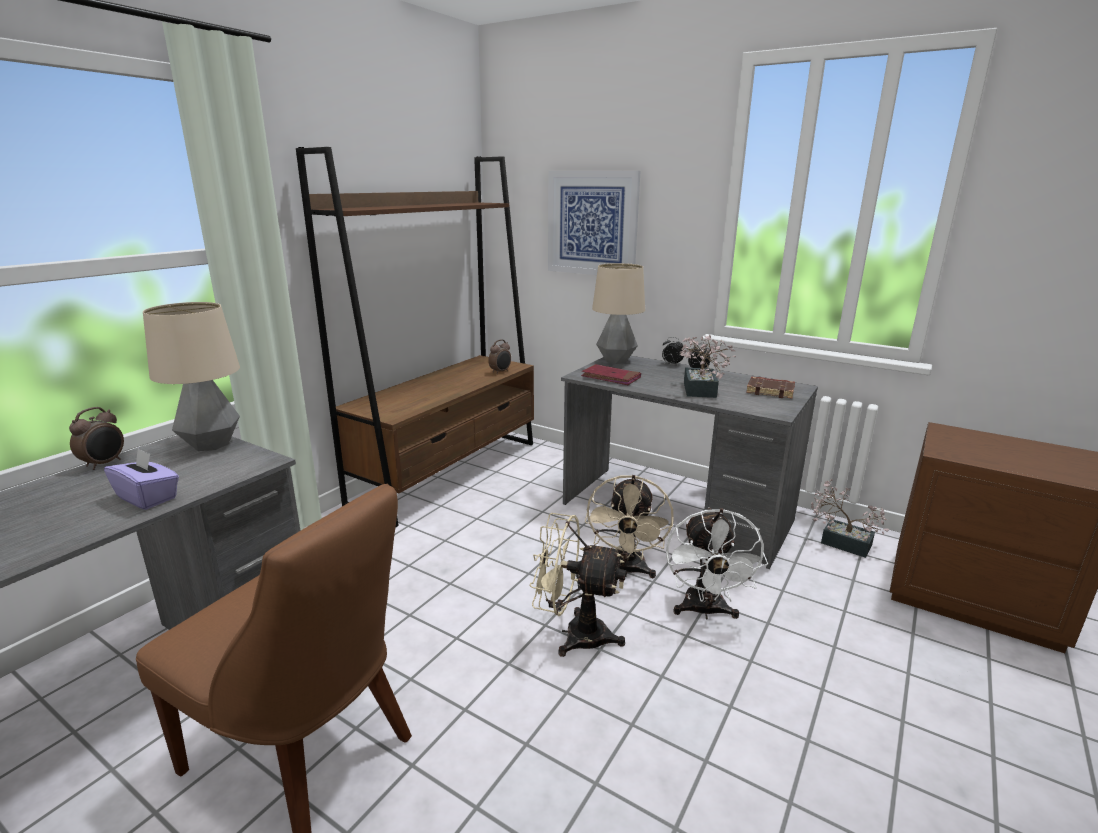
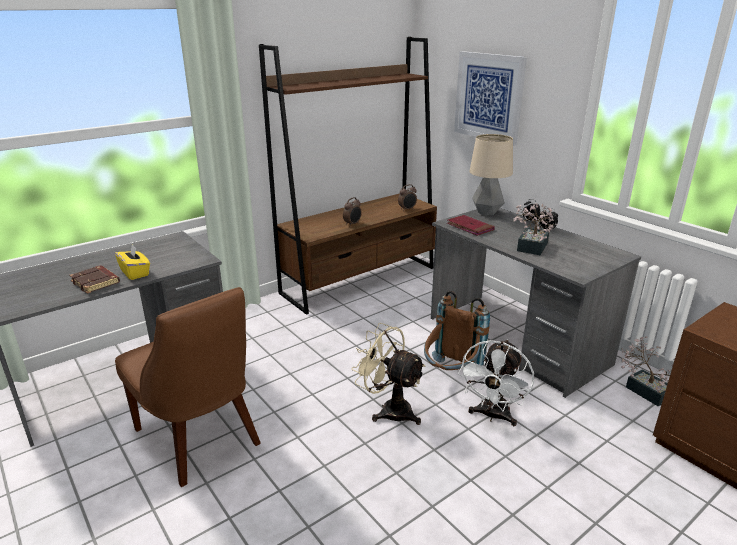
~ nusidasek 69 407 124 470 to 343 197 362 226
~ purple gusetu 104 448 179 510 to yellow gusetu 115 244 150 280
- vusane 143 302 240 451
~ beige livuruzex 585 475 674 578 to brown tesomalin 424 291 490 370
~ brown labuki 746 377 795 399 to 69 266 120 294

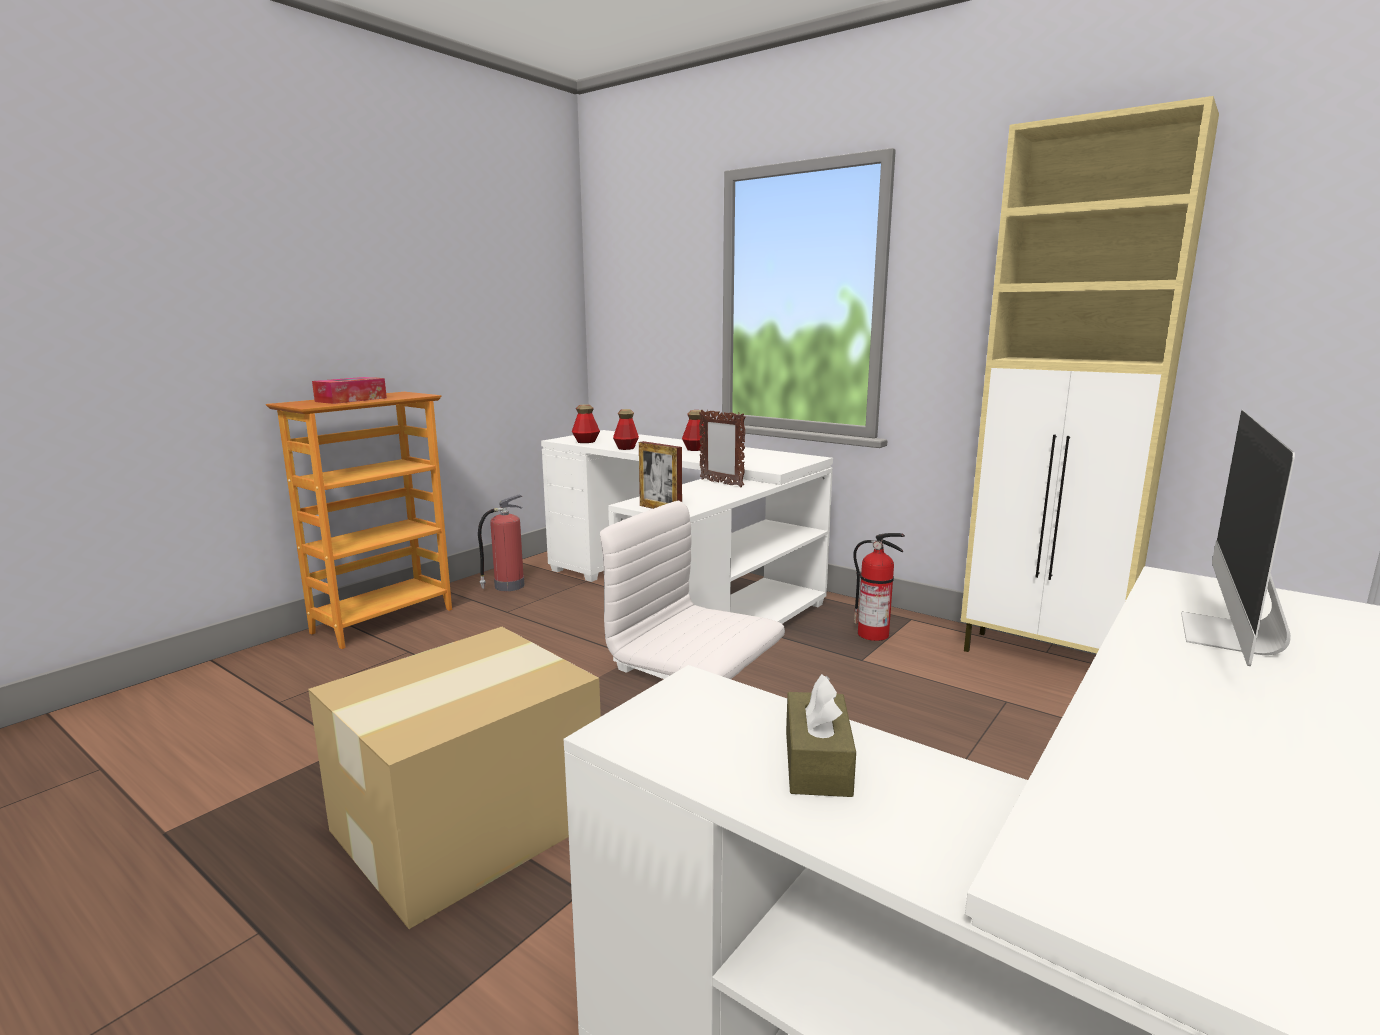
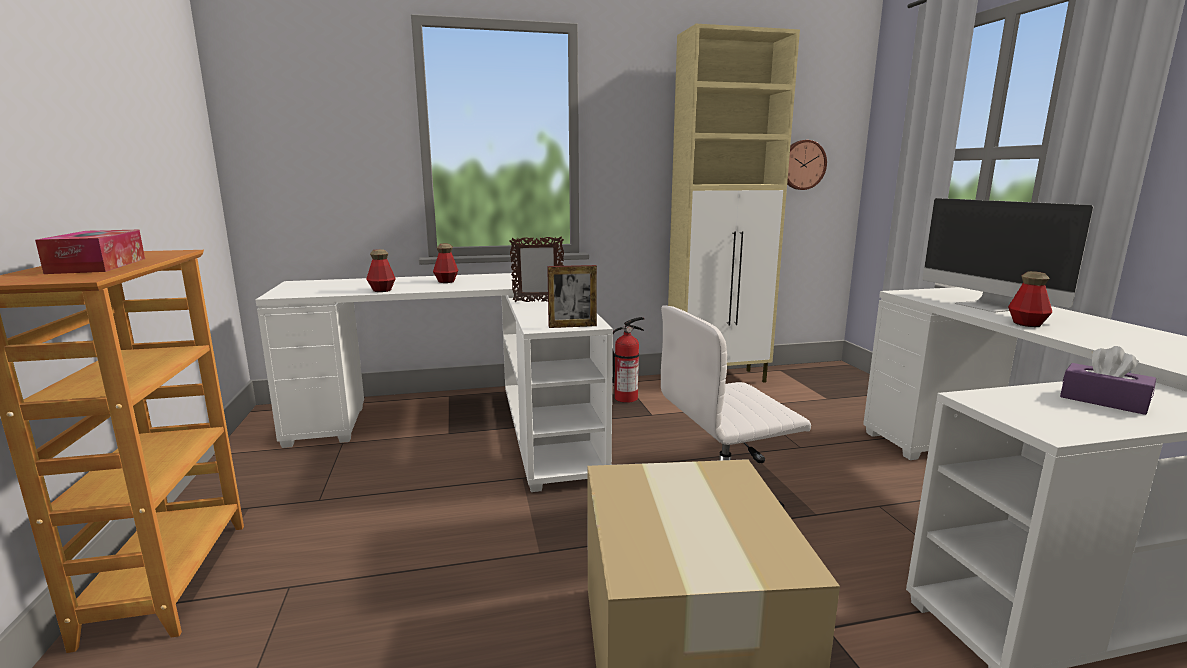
- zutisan 478 495 524 591
~ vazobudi 572 405 600 443 to 1008 271 1052 327
~ brown gusetu 786 674 856 797 to purple gusetu 1060 346 1156 415
+ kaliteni 787 140 827 190

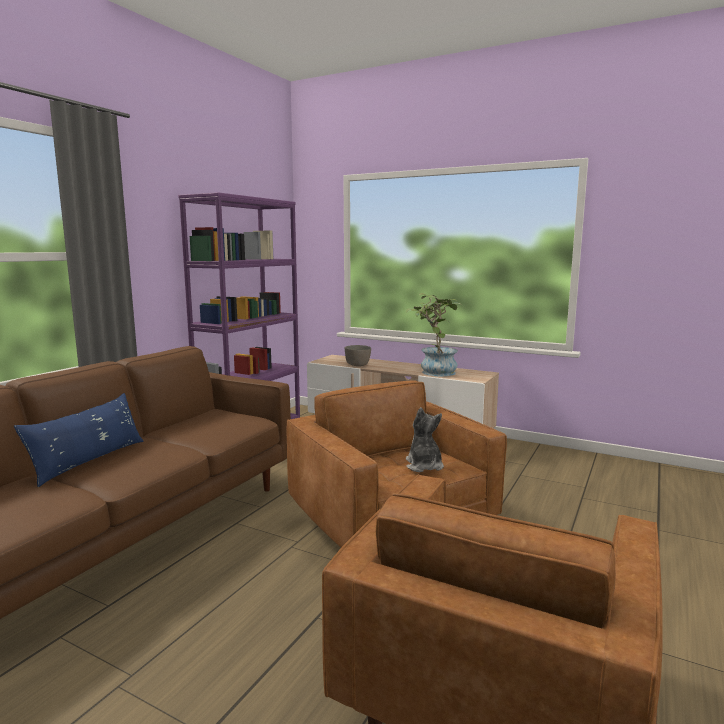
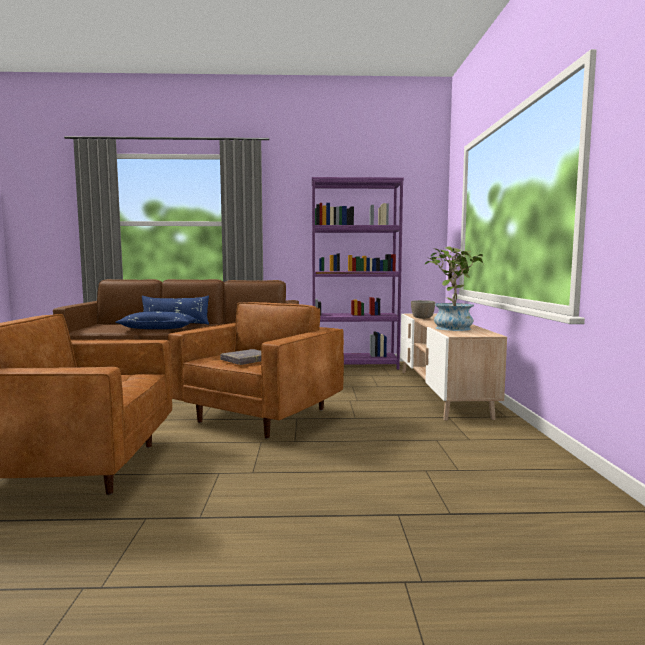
~ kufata 406 407 444 472 to grey labuki 220 349 261 365
+ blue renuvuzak 115 312 196 329

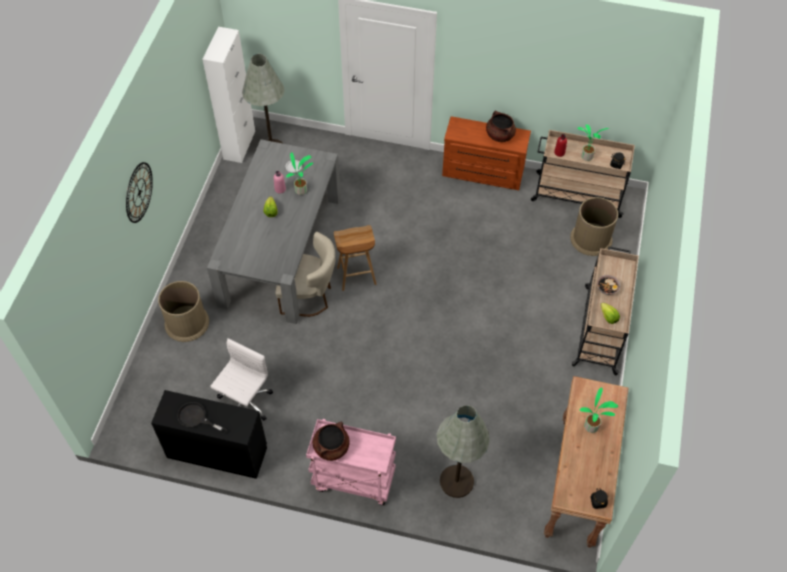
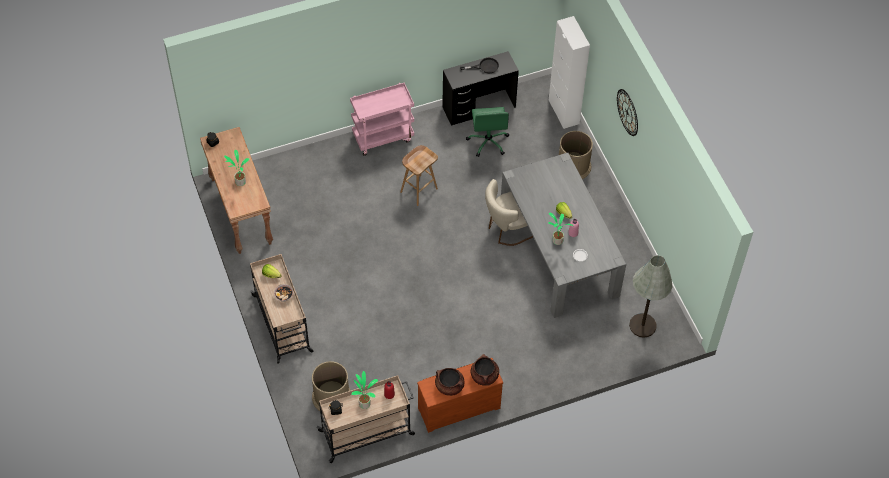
~ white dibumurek 202 27 255 163 to 549 16 590 129
~ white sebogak 210 338 273 421 to green sebogak 466 107 509 157
~ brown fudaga 313 422 350 461 to 471 354 499 386
~ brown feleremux 334 225 377 291 to 400 145 438 206
- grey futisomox 437 405 490 498

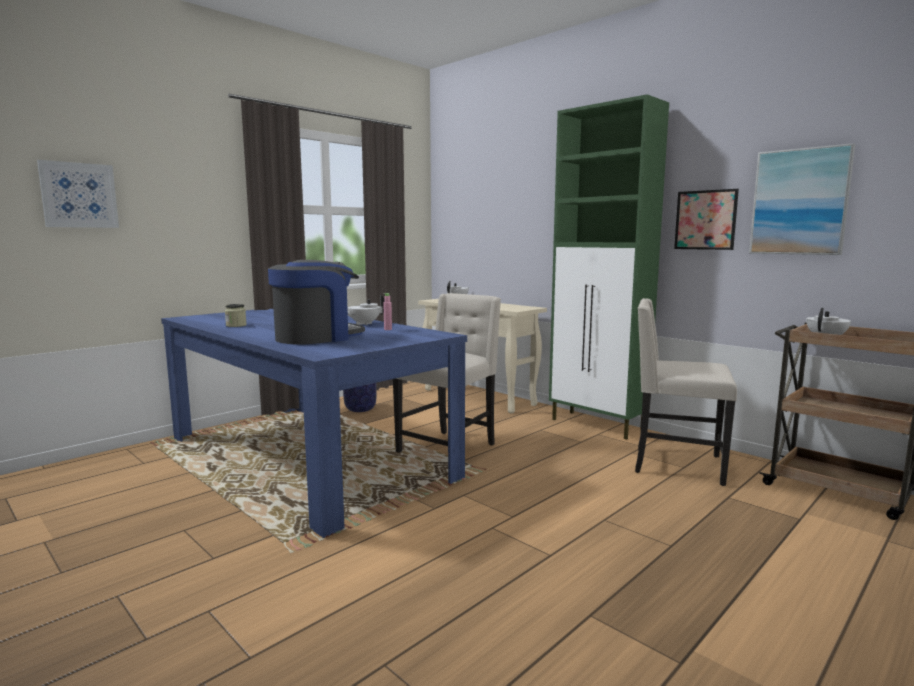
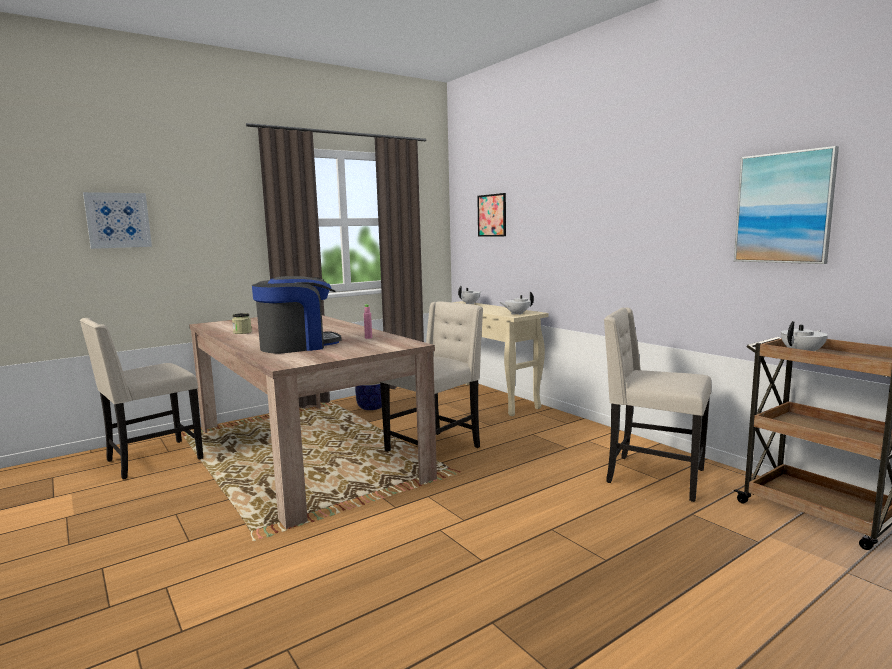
~ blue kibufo 161 309 467 538 to beige kibufo 189 315 437 529
~ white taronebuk 348 295 385 325 to 500 292 534 315
- green dibumurek 549 94 669 440
~ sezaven 674 189 739 250 to 477 193 506 237
+ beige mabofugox 80 318 203 480

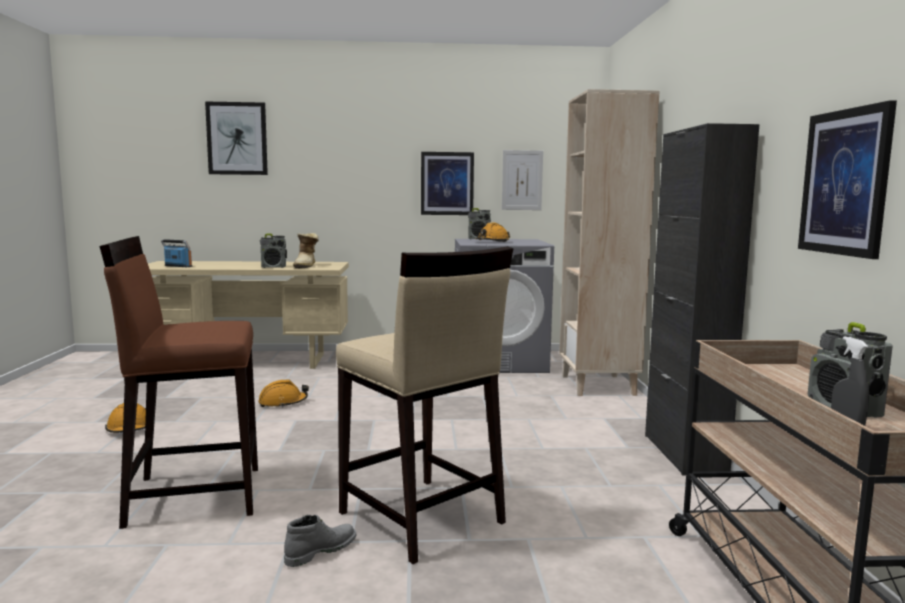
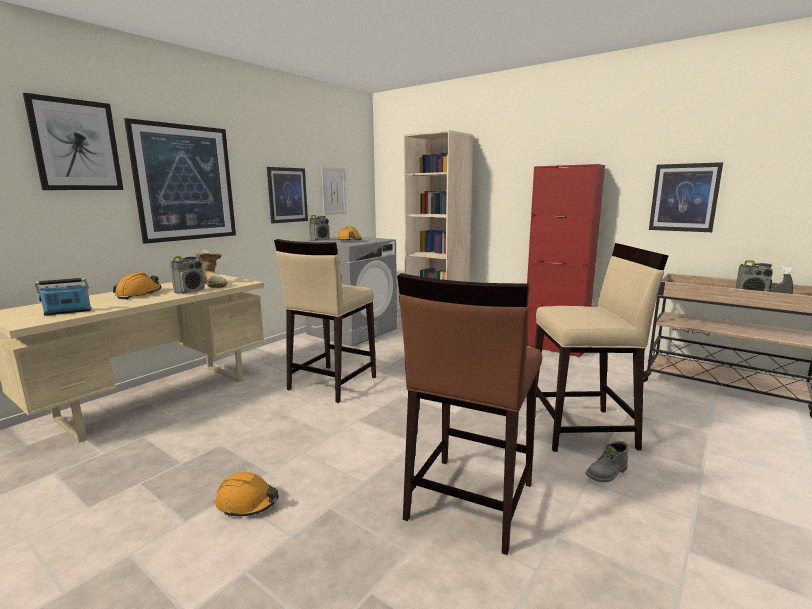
~ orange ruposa 258 379 309 408 to 113 272 162 299
~ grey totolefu 284 515 356 567 = 586 441 629 482 120 degrees counterclockwise
~ black dibumurek 645 123 759 476 to red dibumurek 527 164 605 358
+ sezaven 124 118 236 244
+ beige feleremux 274 239 376 403

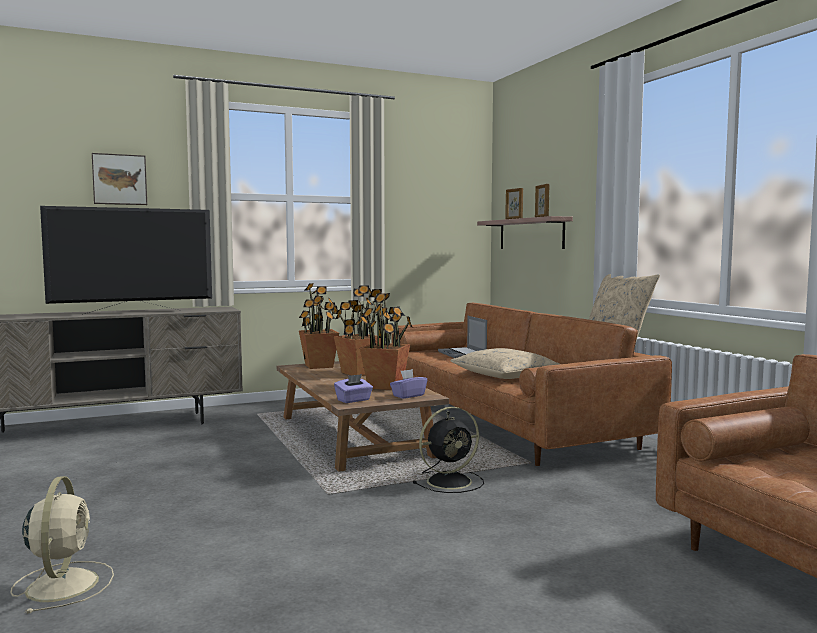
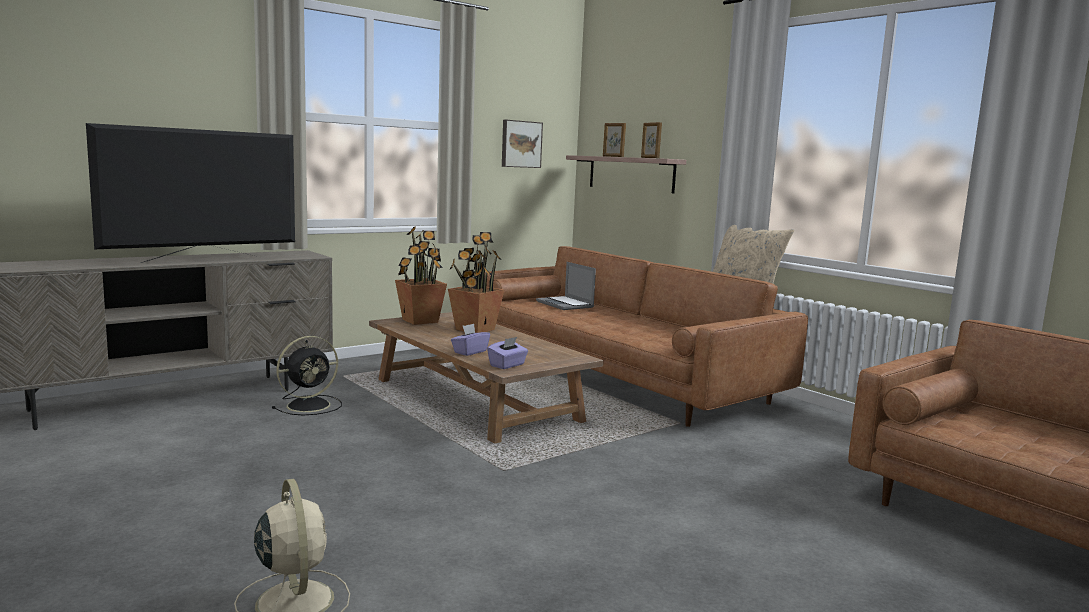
~ sezaven 92 153 147 205 to 502 120 543 168
- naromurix 360 289 412 390
~ purple gusetu 390 369 427 399 to 451 324 490 356
~ black livuruzex 413 407 484 493 to 272 336 342 415
- beige renuvuzak 450 348 560 379

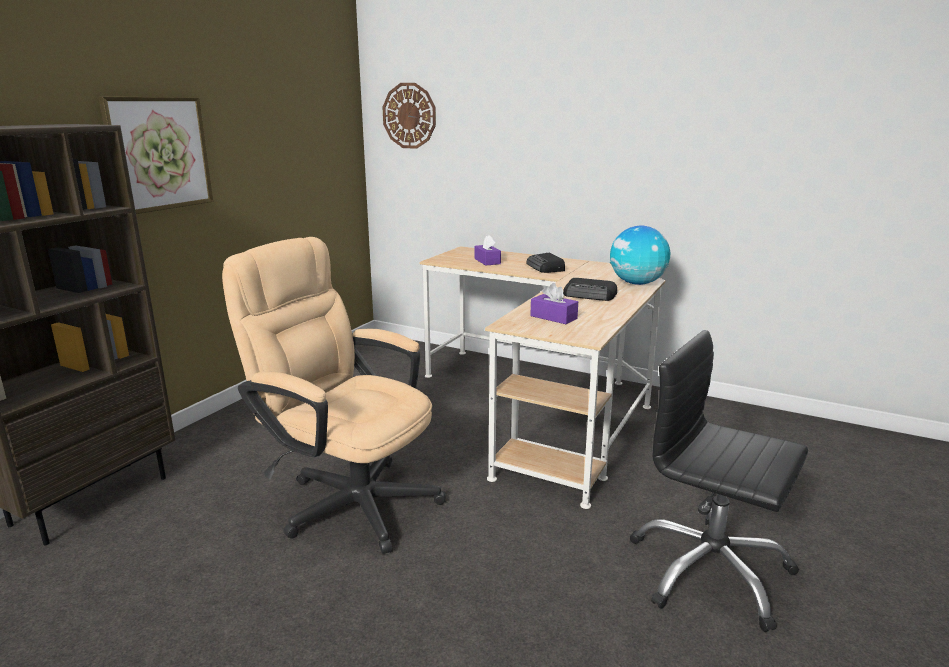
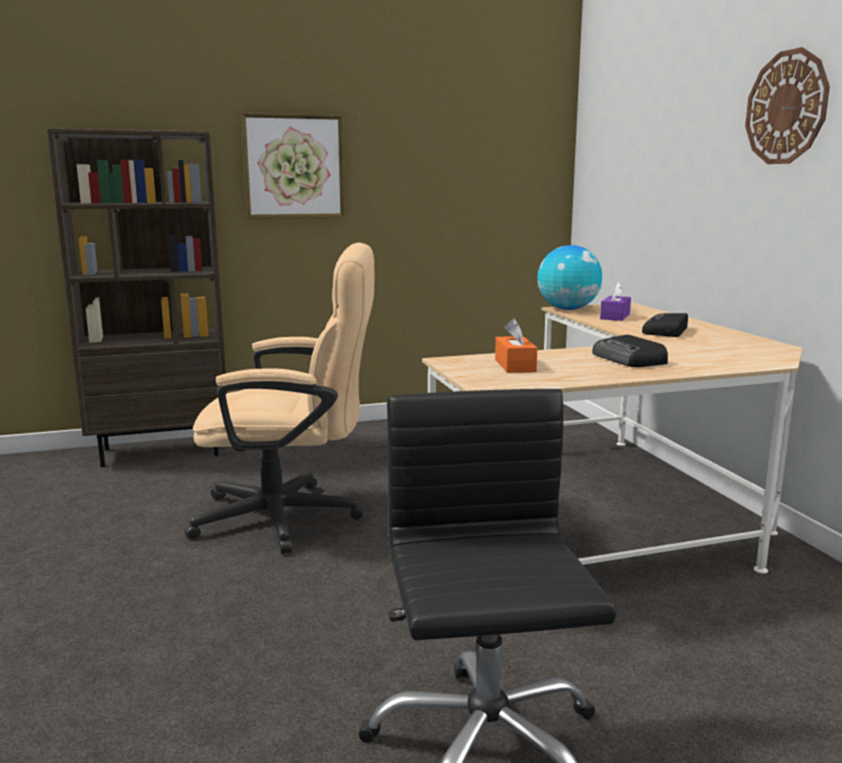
~ beige sebogak 222 237 446 554 = 184 242 374 554 105 degrees clockwise
~ kaliteni 383 83 436 149 to 745 47 830 164
~ purple gusetu 530 283 578 324 to orange gusetu 495 318 538 373
~ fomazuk 610 226 670 285 to 537 245 602 310

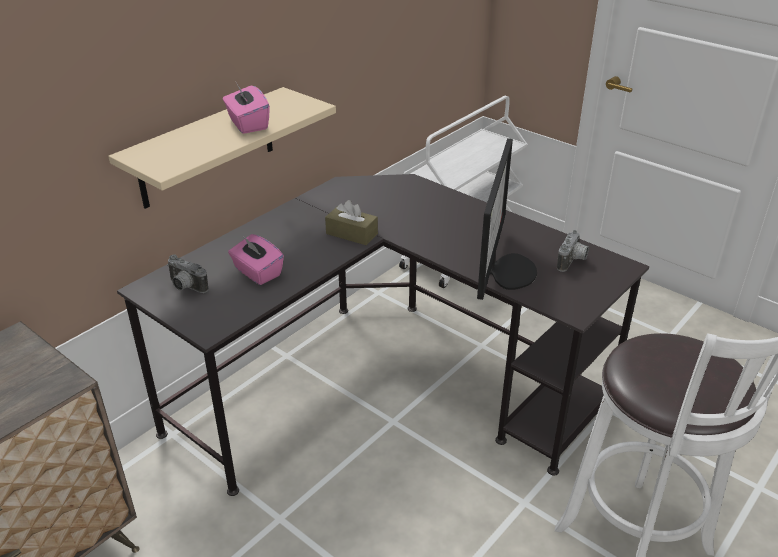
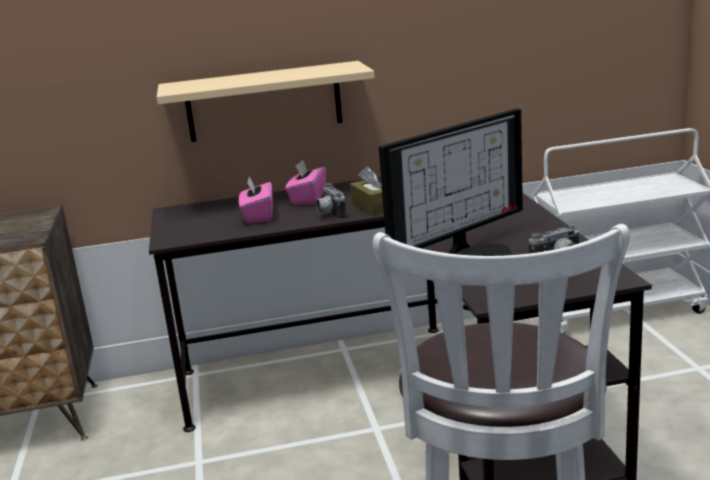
~ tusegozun 167 254 208 293 to 316 183 346 220
~ pink gusetu 223 81 270 134 to 285 160 326 205

